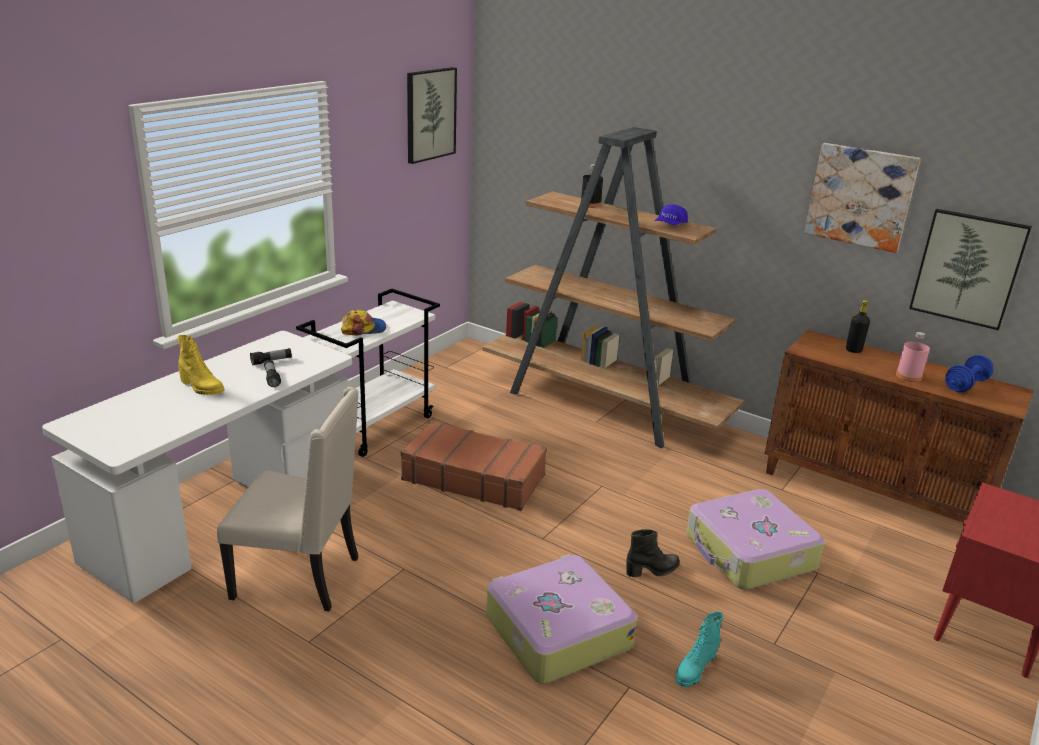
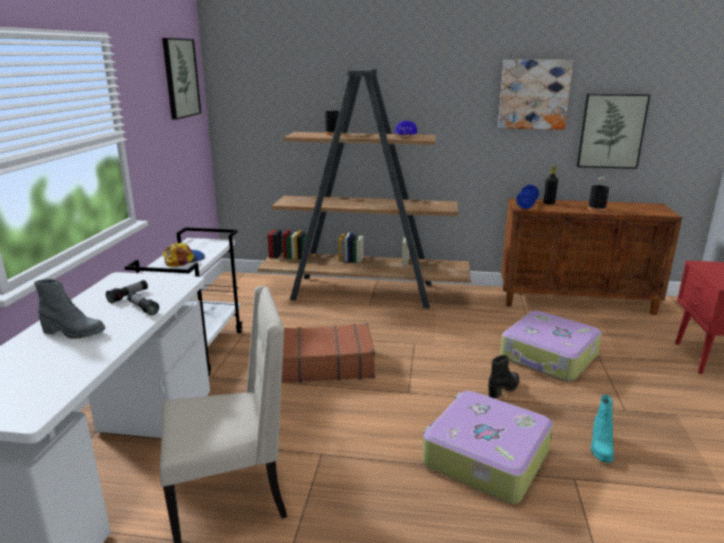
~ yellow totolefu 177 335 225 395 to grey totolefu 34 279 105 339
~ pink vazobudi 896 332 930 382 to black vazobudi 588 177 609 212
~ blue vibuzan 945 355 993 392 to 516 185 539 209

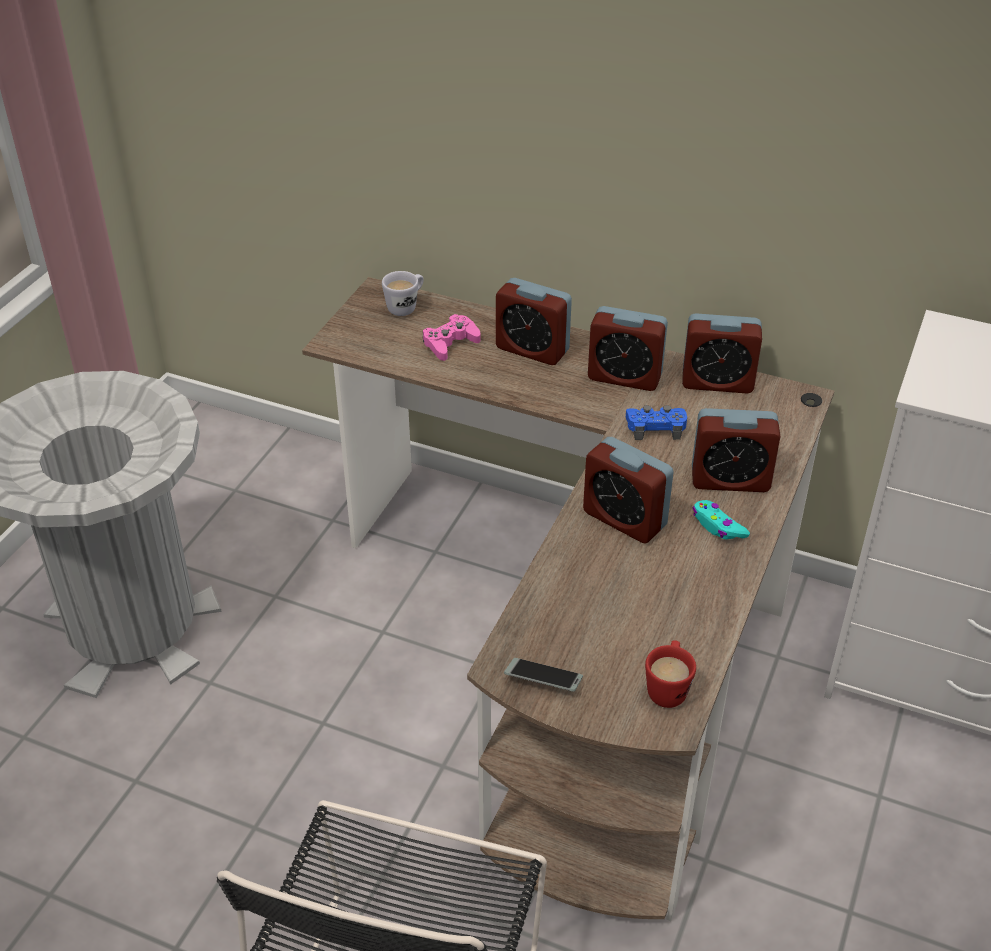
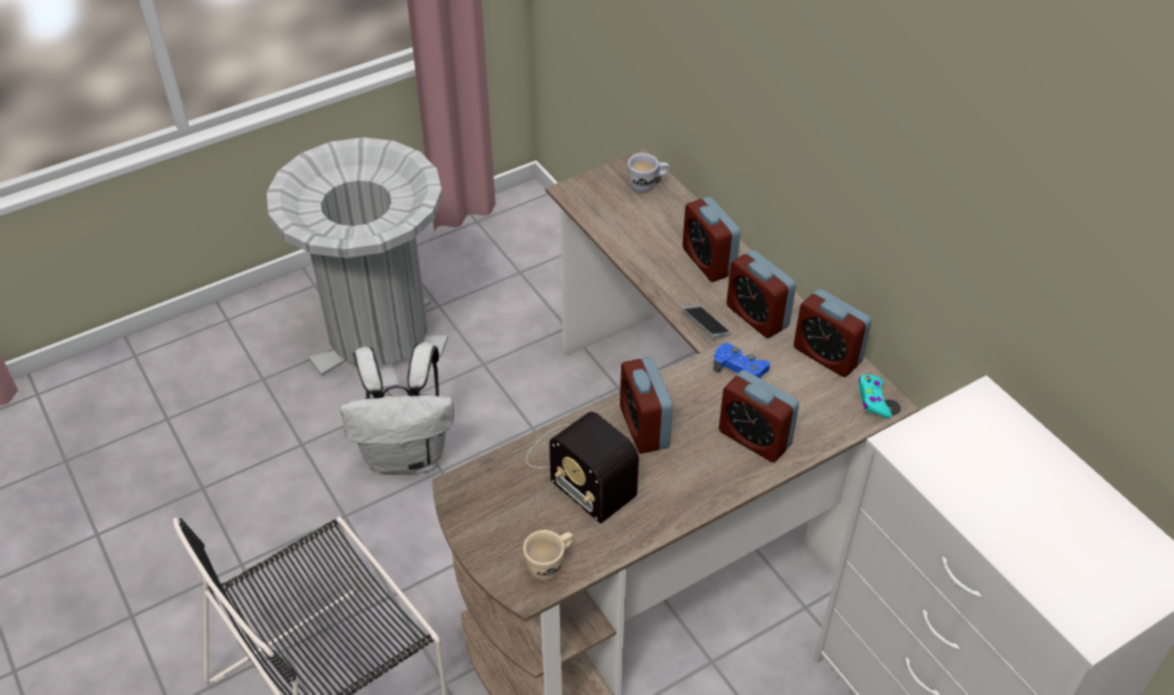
- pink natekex 423 314 481 361
~ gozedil 504 658 583 691 to 681 305 731 337
~ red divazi 645 640 696 708 to beige divazi 523 530 574 581
~ turquoise natekex 692 500 750 539 to 859 374 892 418
+ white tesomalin 340 342 454 475
+ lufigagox 526 412 639 523

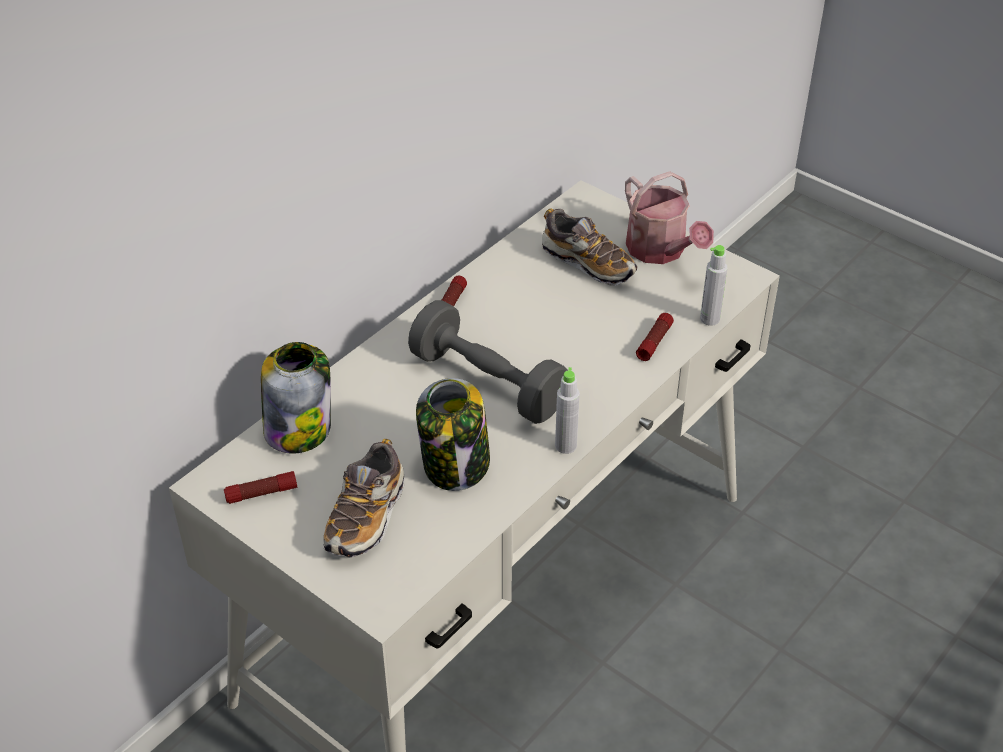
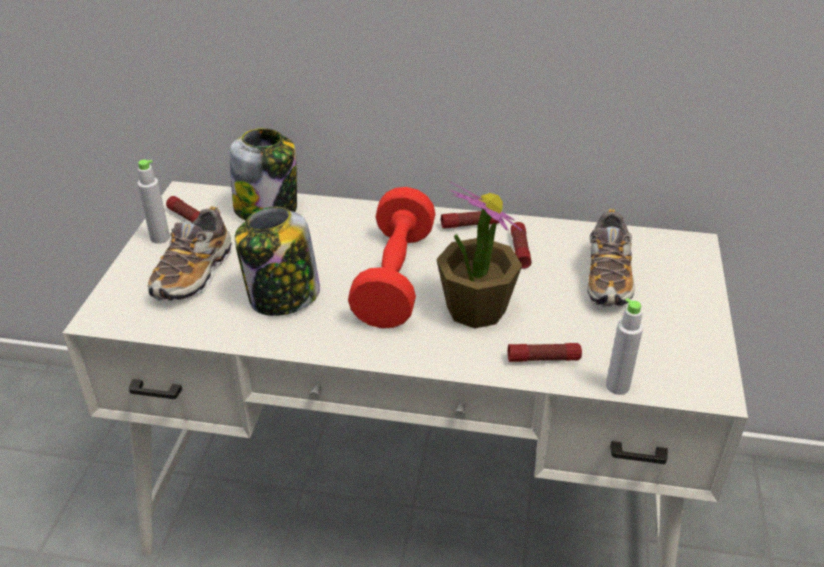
~ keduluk 323 439 405 558 = 148 206 232 301 60 degrees counterclockwise
~ grey vibuzan 408 300 568 424 to red vibuzan 348 187 435 328
~ grey vazobudi 555 367 580 454 to 138 160 170 244
- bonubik 625 171 714 264
+ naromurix 436 182 523 328
+ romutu 511 222 532 269

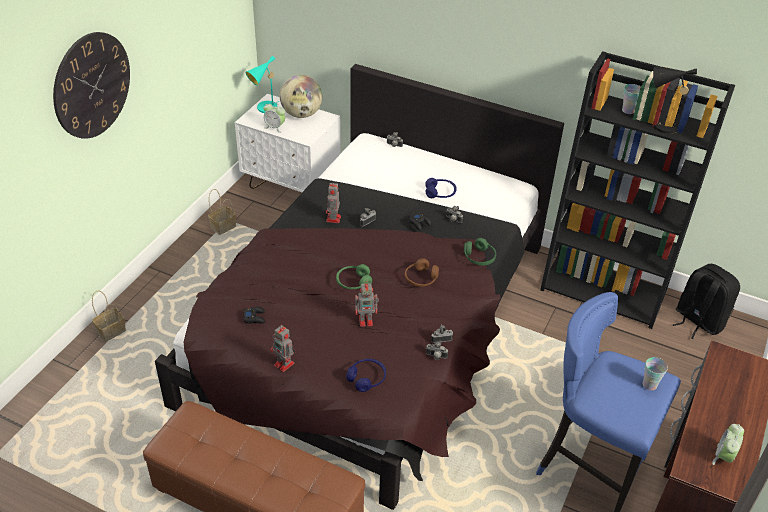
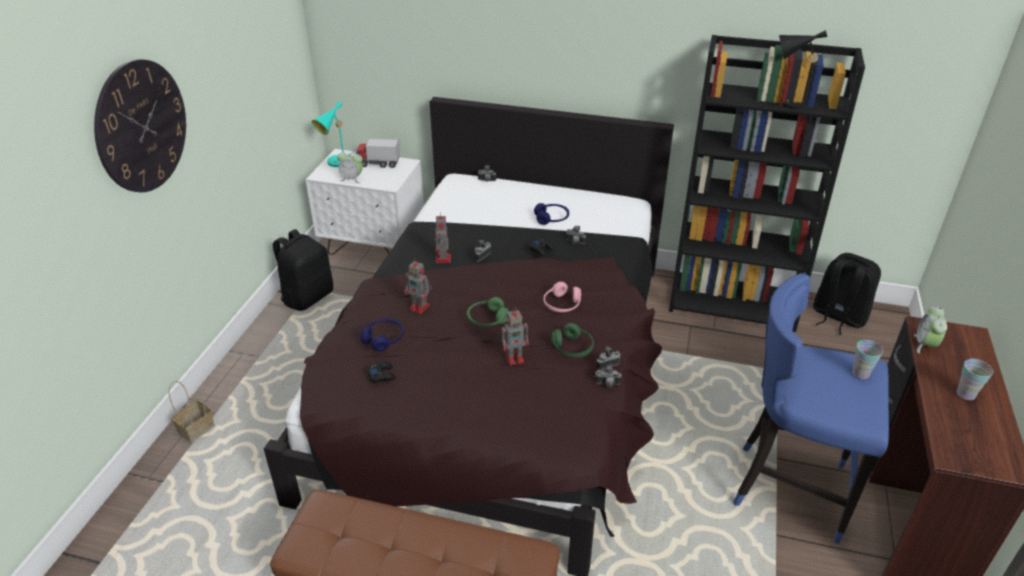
~ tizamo 208 189 236 235 to black tesomalin 273 229 333 311
~ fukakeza 270 325 296 372 to 404 258 432 314
~ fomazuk 280 75 322 118 to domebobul 356 139 400 168
~ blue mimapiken 346 359 386 392 to 360 318 404 352
~ brown mimapiken 405 258 439 287 to pink mimapiken 544 282 581 312
~ green mimapiken 464 238 496 266 to 551 323 594 357
~ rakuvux 622 84 641 114 to 956 359 993 400
~ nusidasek 712 424 744 465 to 914 306 947 353

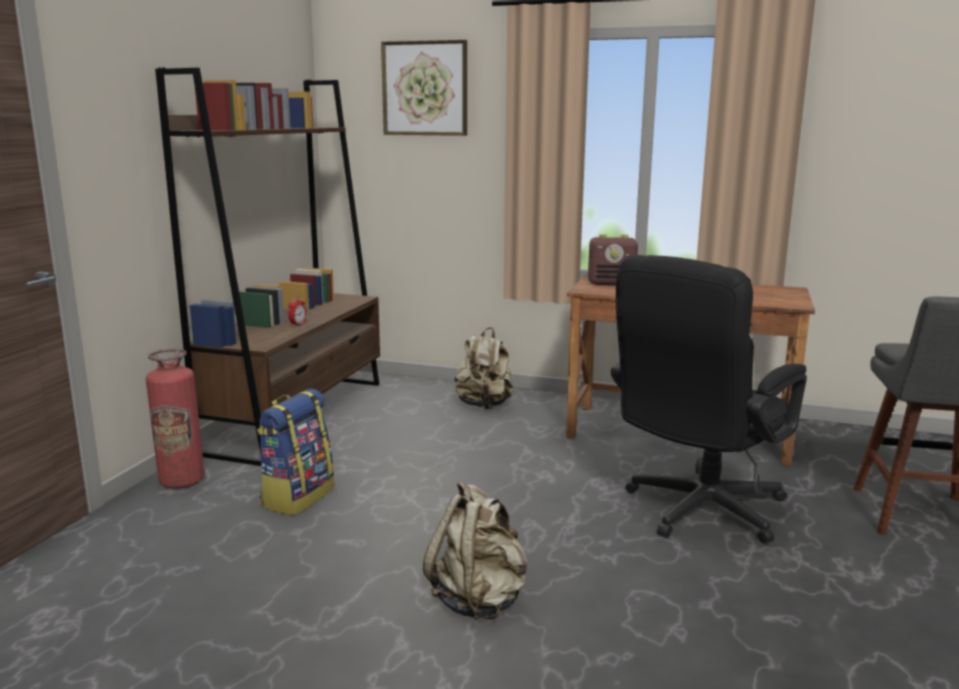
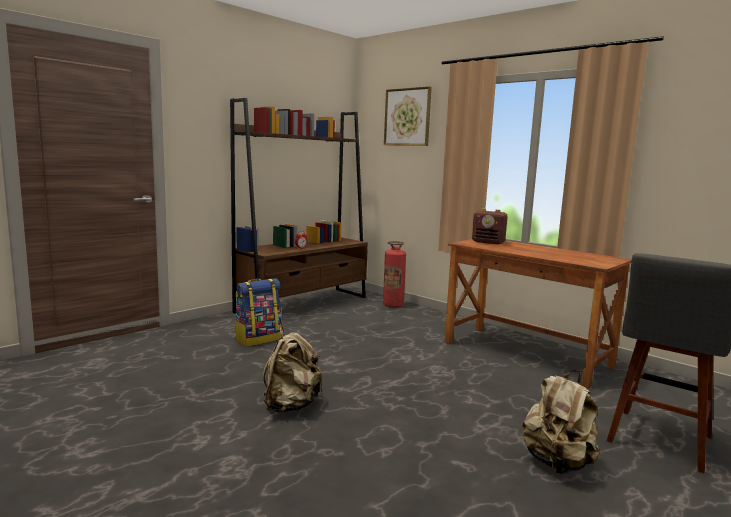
~ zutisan 146 349 205 489 to 383 241 406 308
~ beige tesomalin 454 327 514 409 to 523 370 599 474
- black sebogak 611 255 807 543

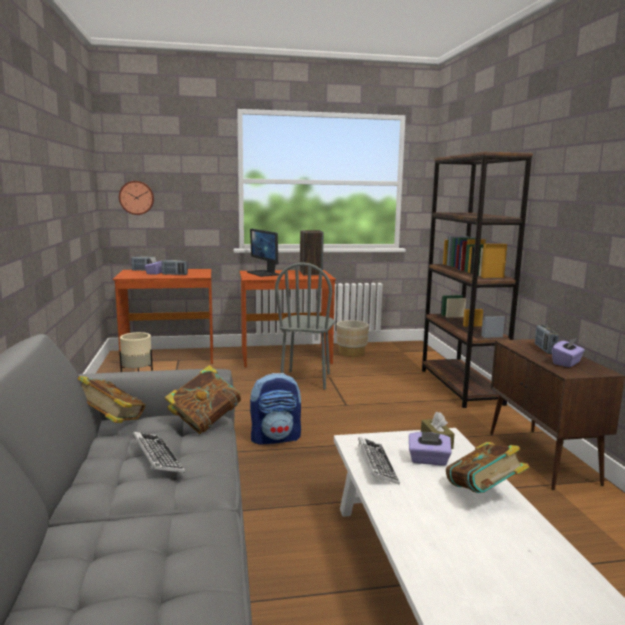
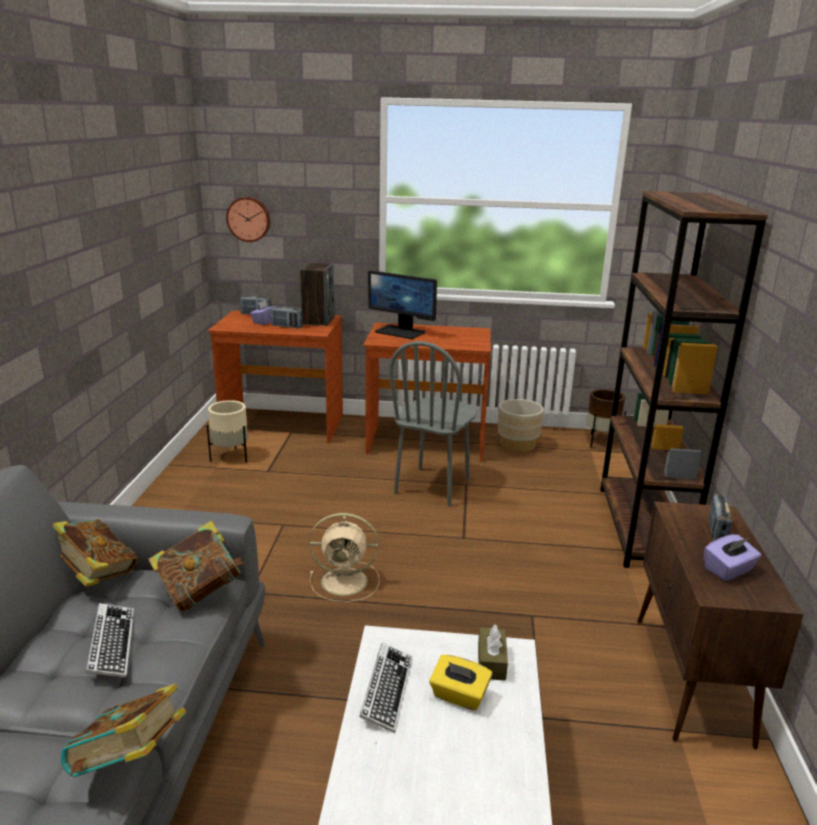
~ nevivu 247 229 279 277 = 368 270 437 339 45 degrees counterclockwise
~ tesomalin 250 373 301 445 to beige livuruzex 309 513 380 602
~ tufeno 300 230 324 275 to 300 263 334 326
~ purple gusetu 409 432 452 466 to yellow gusetu 429 655 492 711
~ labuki 446 442 529 493 to 61 683 186 777
+ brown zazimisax 586 389 626 448

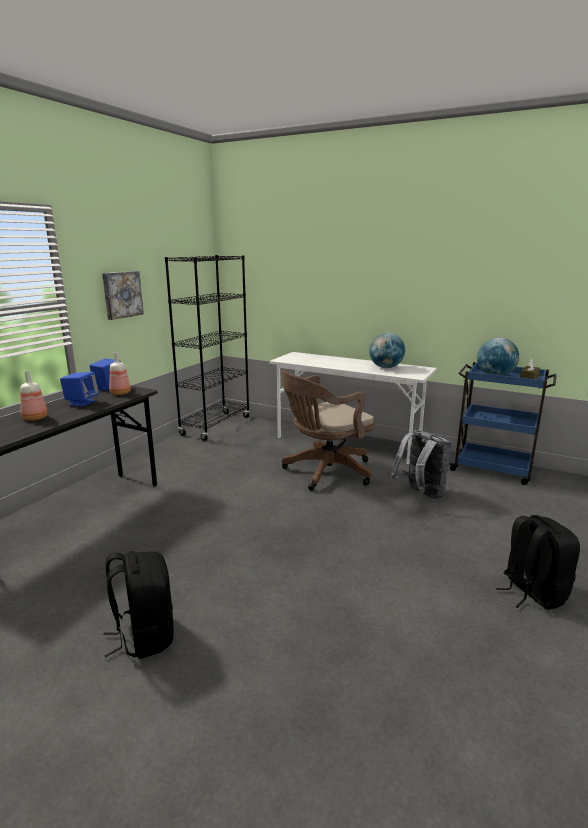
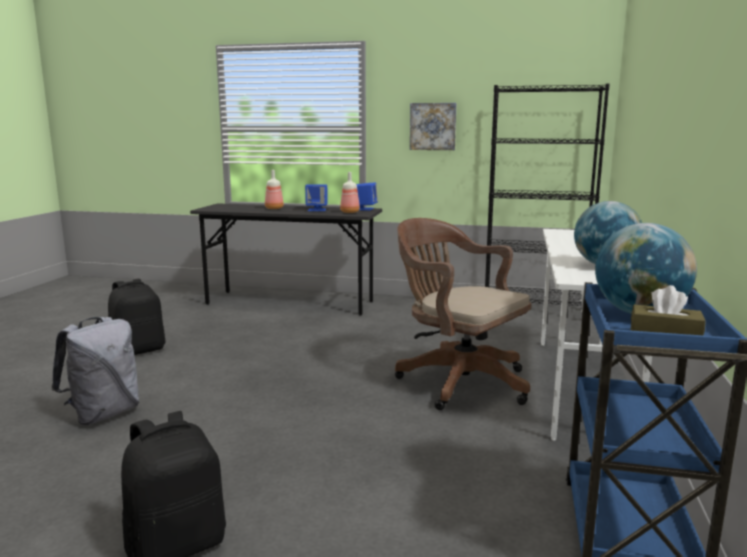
~ grey tesomalin 391 430 452 499 to 52 317 140 426

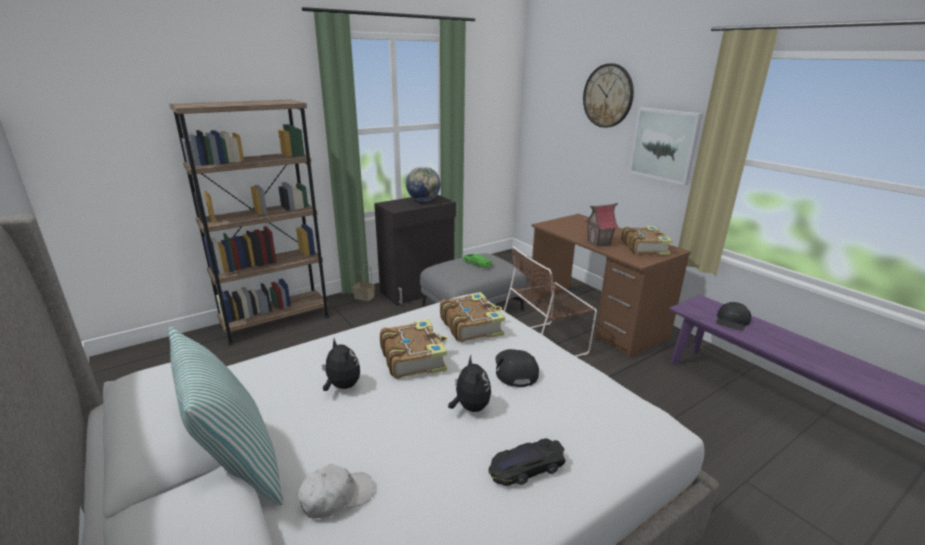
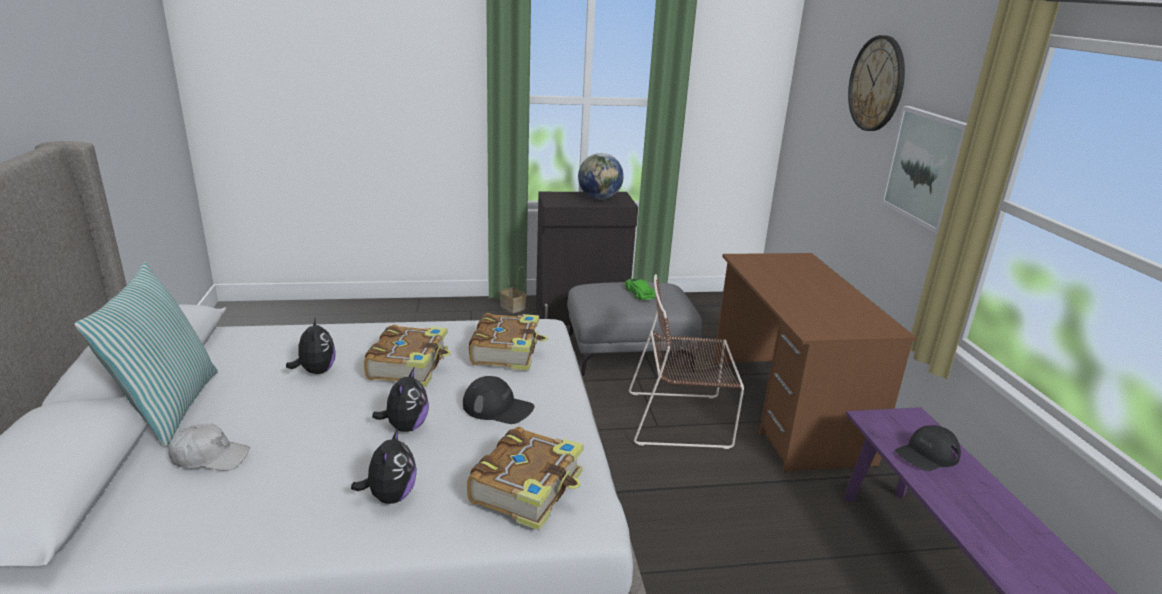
- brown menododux 169 99 330 345
~ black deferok 488 438 566 486 to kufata 351 428 417 504
~ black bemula 495 349 539 387 = 463 376 534 424 90 degrees clockwise
- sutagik 585 203 618 246
~ labuki 621 226 673 255 to 467 426 584 531

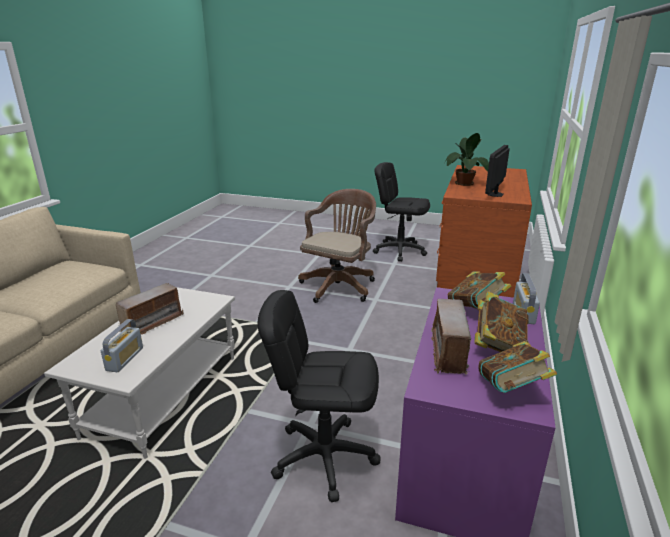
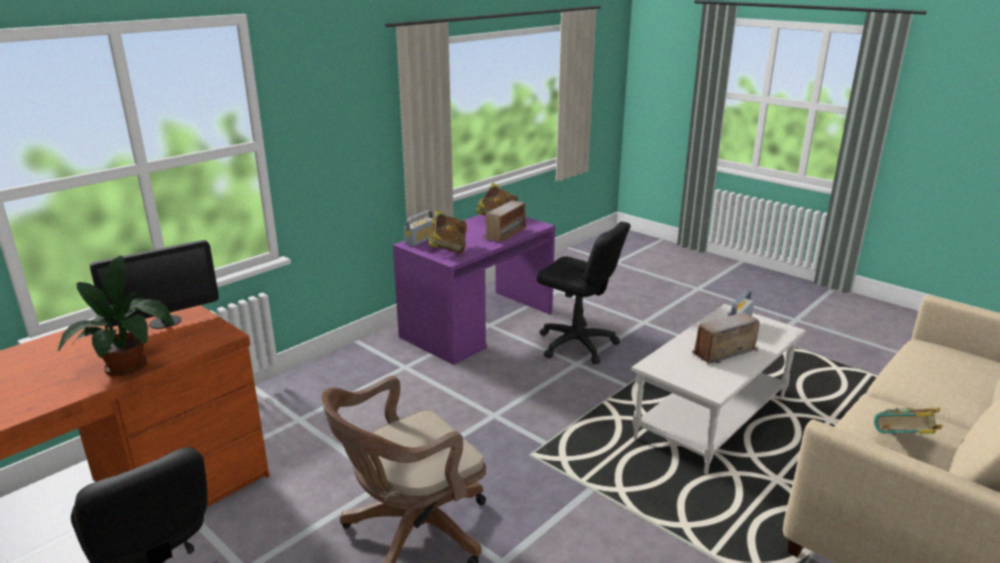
~ labuki 474 291 529 352 to 874 408 943 434

